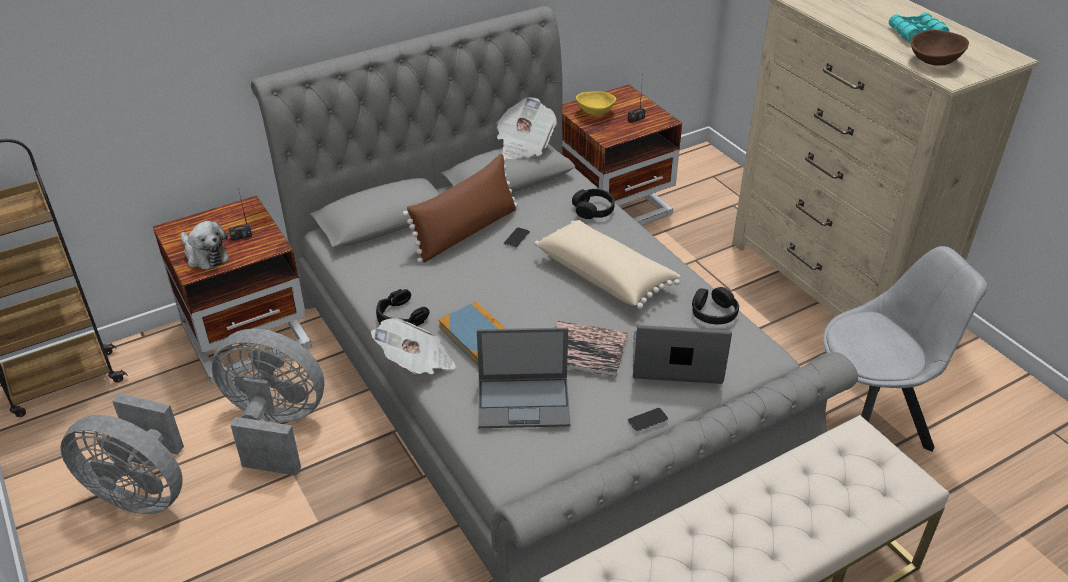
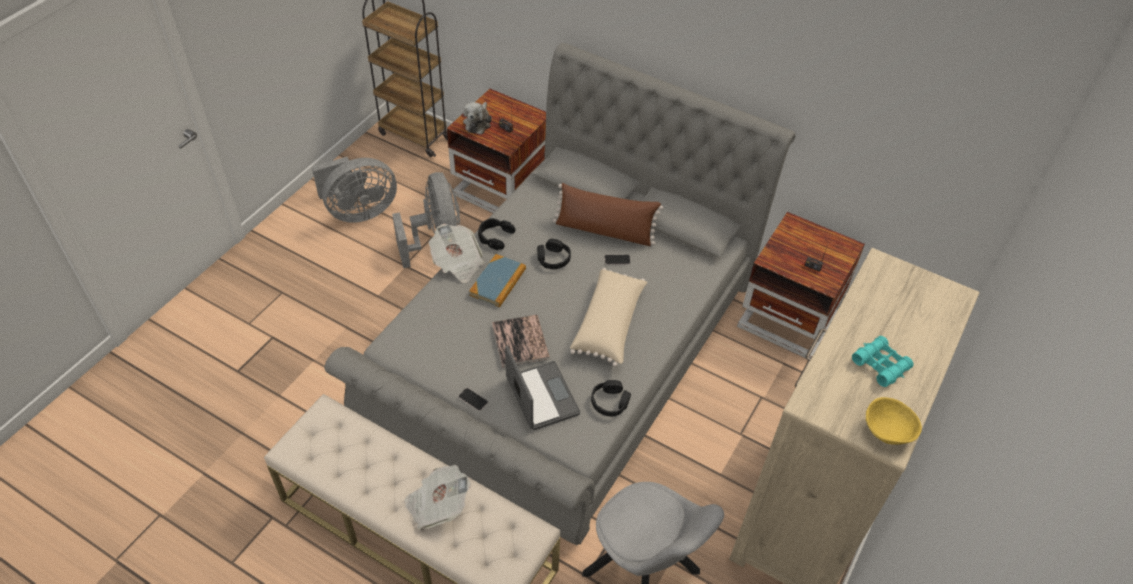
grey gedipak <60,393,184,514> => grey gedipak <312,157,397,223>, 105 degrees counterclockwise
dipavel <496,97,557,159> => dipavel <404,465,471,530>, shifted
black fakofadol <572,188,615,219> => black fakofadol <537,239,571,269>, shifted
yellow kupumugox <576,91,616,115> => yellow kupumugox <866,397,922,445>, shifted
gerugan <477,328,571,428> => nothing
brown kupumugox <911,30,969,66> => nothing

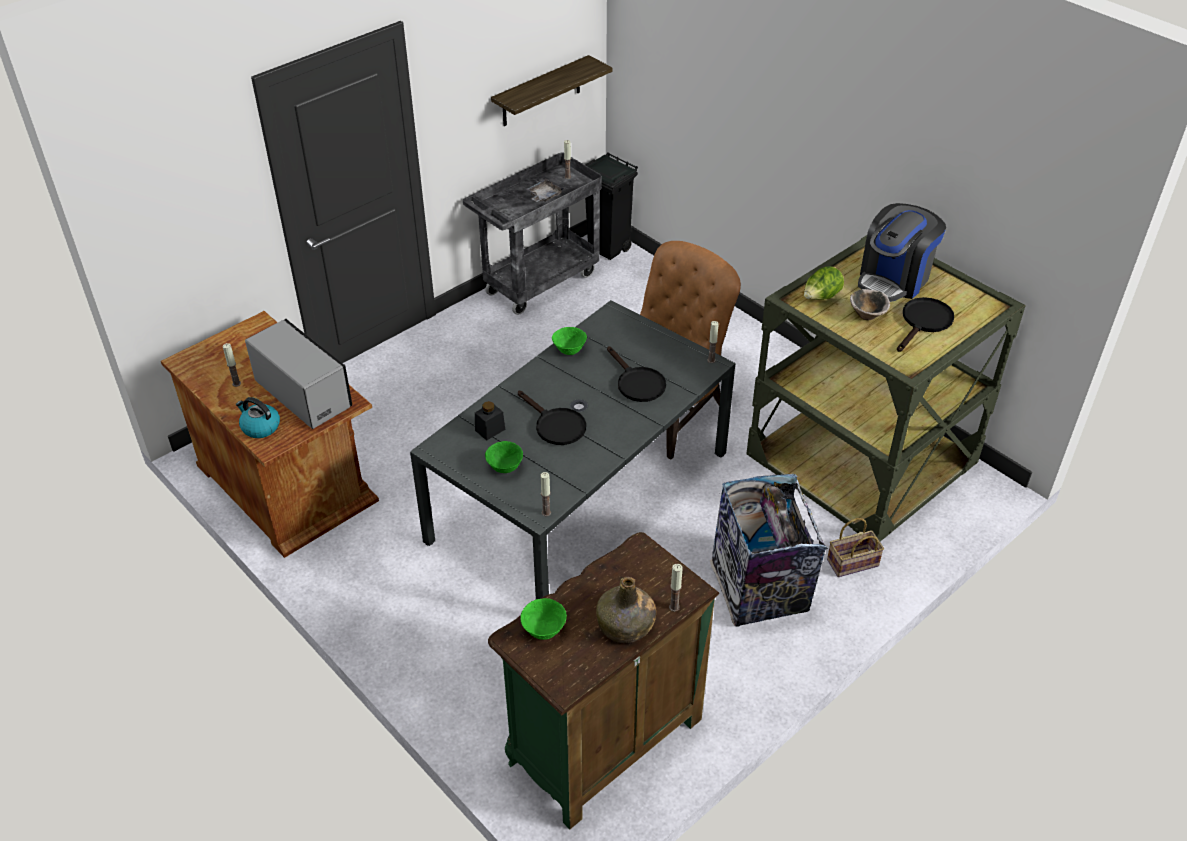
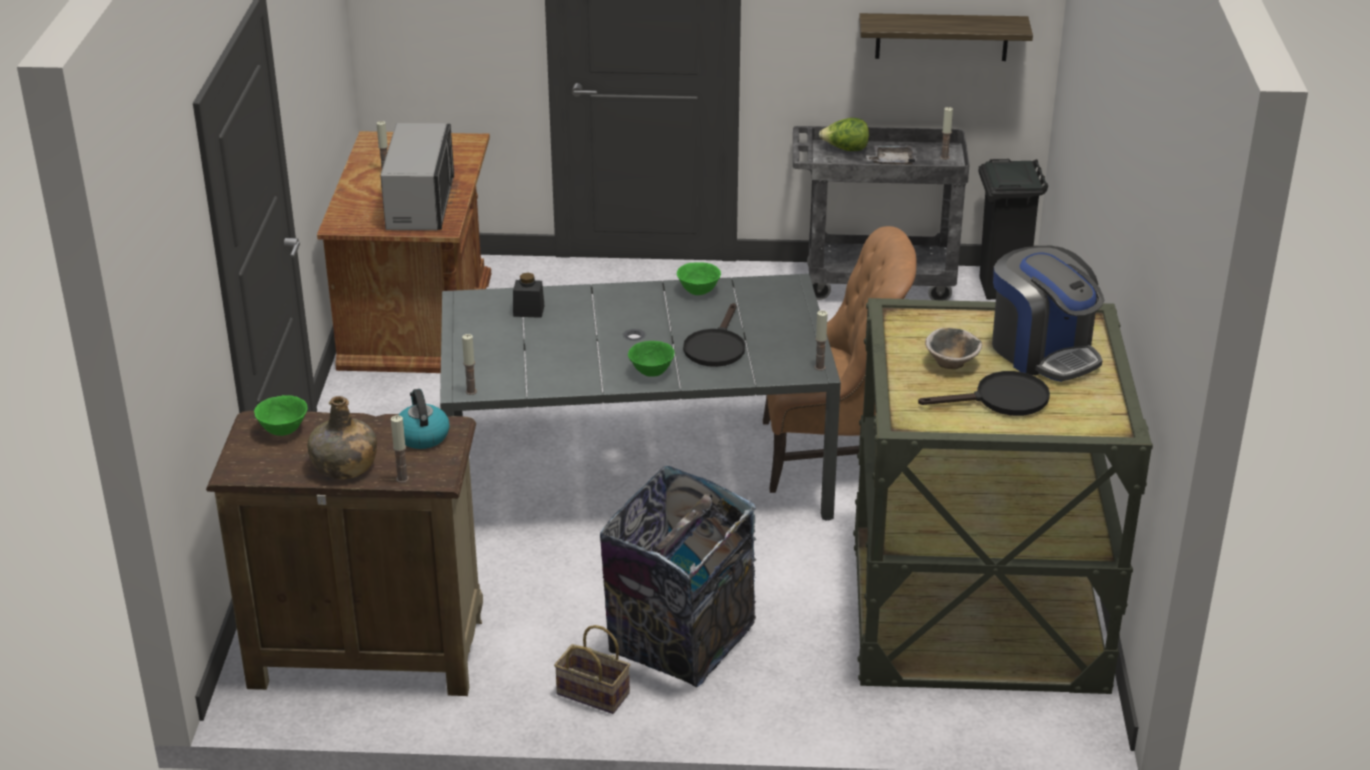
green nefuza <488,532,719,829> => beige nefuza <206,411,483,696>
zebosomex <236,397,280,438> => zebosomex <399,389,450,449>, shifted
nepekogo <827,518,884,577> => nepekogo <554,625,630,714>, shifted
green kupumugox <485,441,523,473> => green kupumugox <628,341,675,377>, shifted
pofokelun <804,266,844,300> => pofokelun <819,118,869,151>, shifted
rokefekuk <858,203,946,302> => rokefekuk <992,246,1104,382>, 120 degrees counterclockwise
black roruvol <518,391,586,445> => nothing

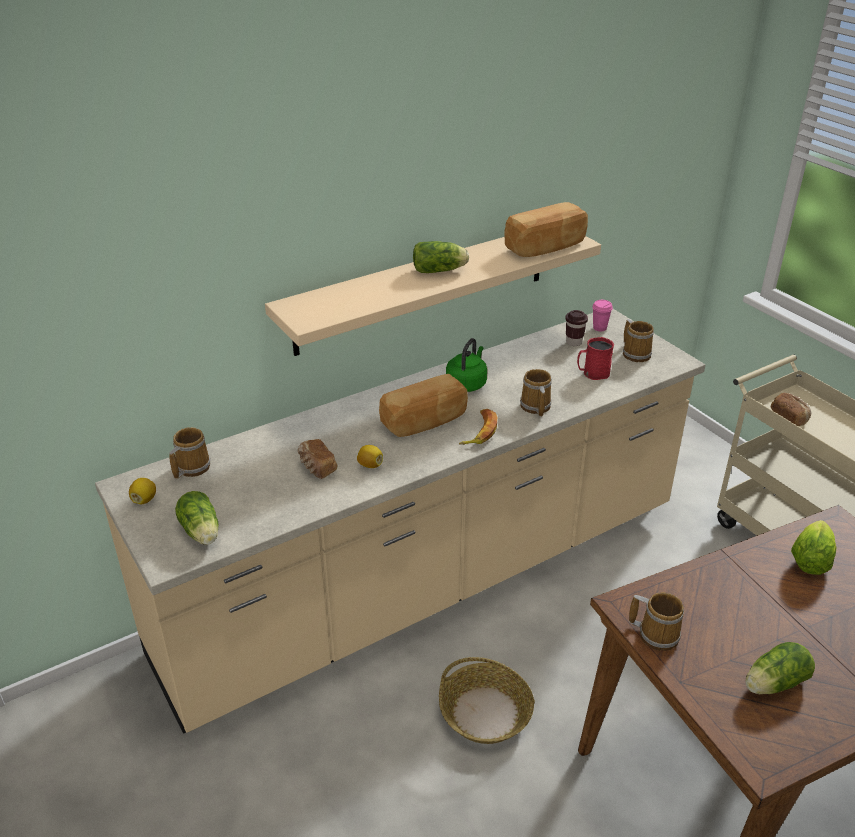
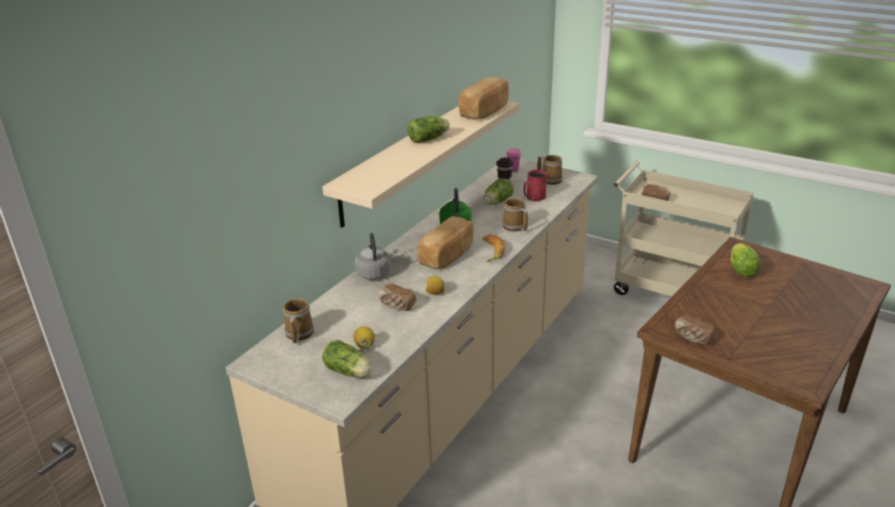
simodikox <129,478,156,504> => simodikox <354,326,375,348>, shifted
nothing => grey zebosomex <355,233,391,280>
pofokelun <745,642,815,695> => pofokelun <483,178,514,205>, shifted
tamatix <629,592,684,651> => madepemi <675,315,715,345>
nepekogo <439,657,535,744> => nothing

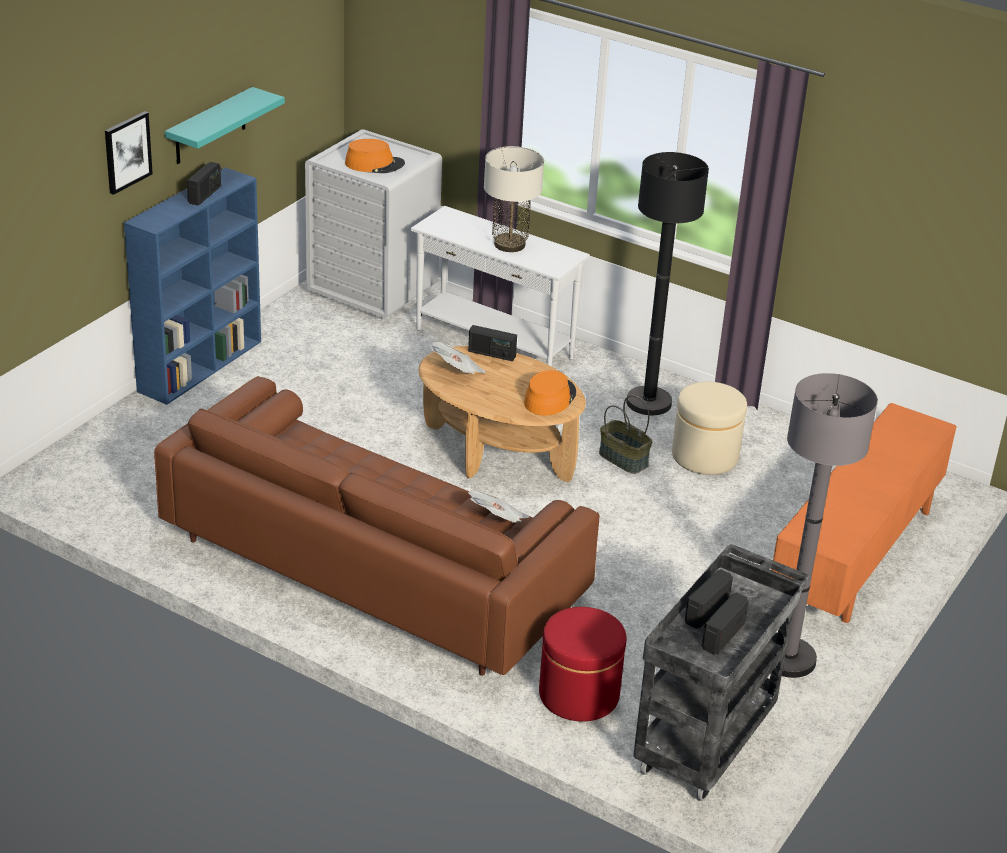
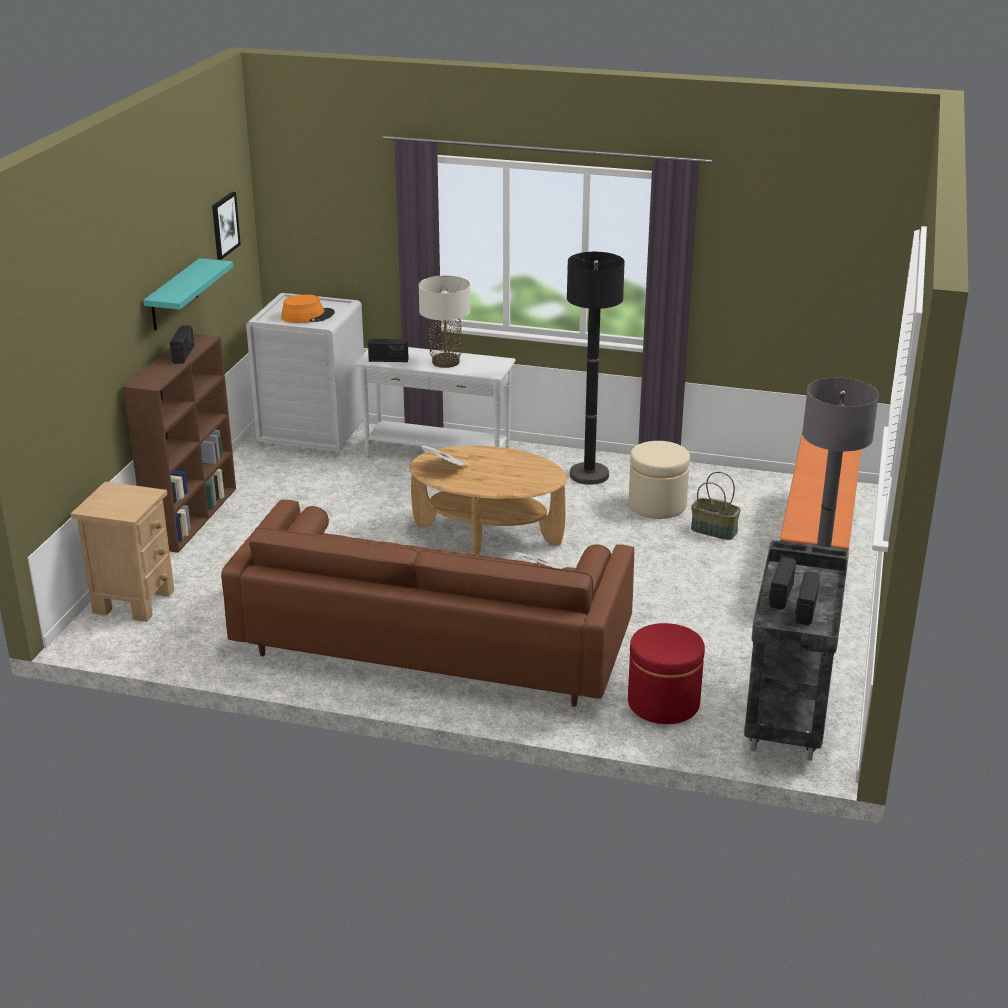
nothing => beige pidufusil <71,482,174,622>
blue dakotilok <124,167,261,405> => brown dakotilok <123,333,236,553>
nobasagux <105,111,153,195> => nobasagux <212,192,241,260>, shifted
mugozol <468,325,517,361> => mugozol <368,339,409,362>, shifted
nepekogo <599,395,652,474> => nepekogo <691,472,741,540>, shifted
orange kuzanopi <524,370,576,416> => nothing

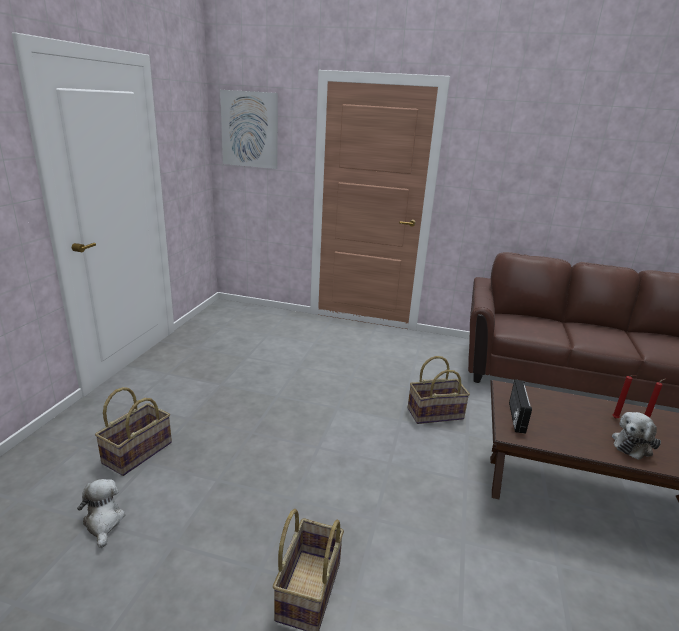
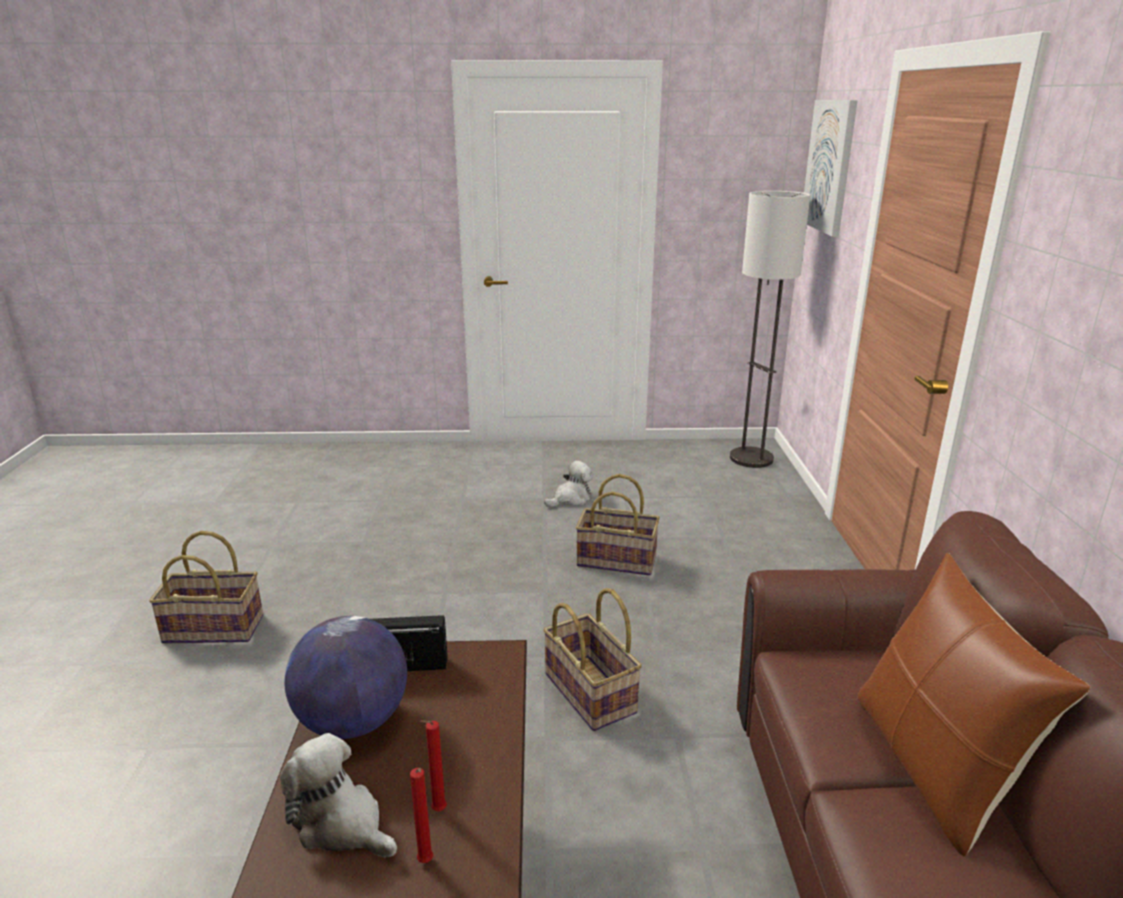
nothing => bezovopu <284,616,407,739>
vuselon <77,479,125,548> => vuselon <544,461,592,507>, shifted
nepekogo <95,387,172,476> => nepekogo <576,474,660,576>, shifted
nothing => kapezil <730,191,810,468>
nothing => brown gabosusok <858,553,1090,857>

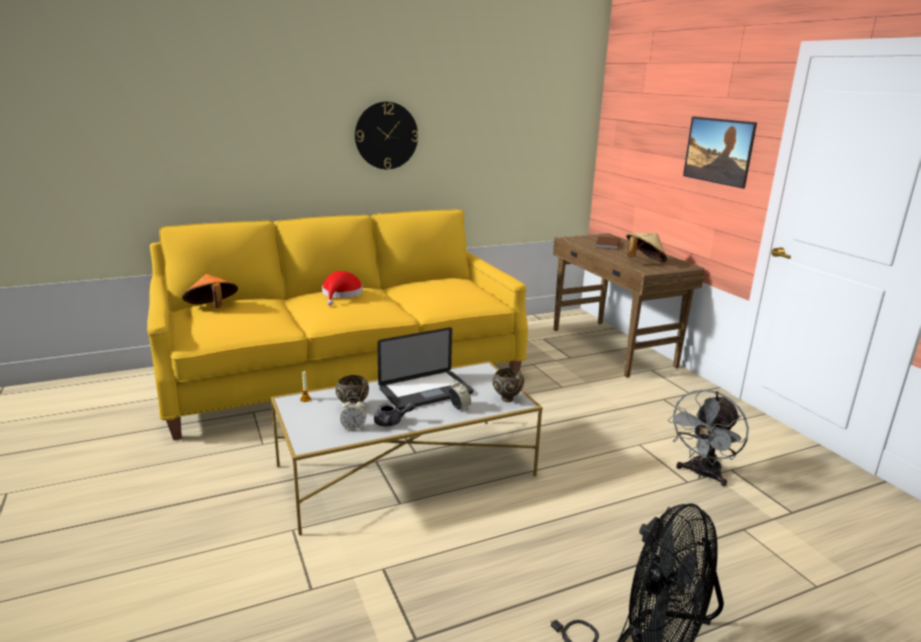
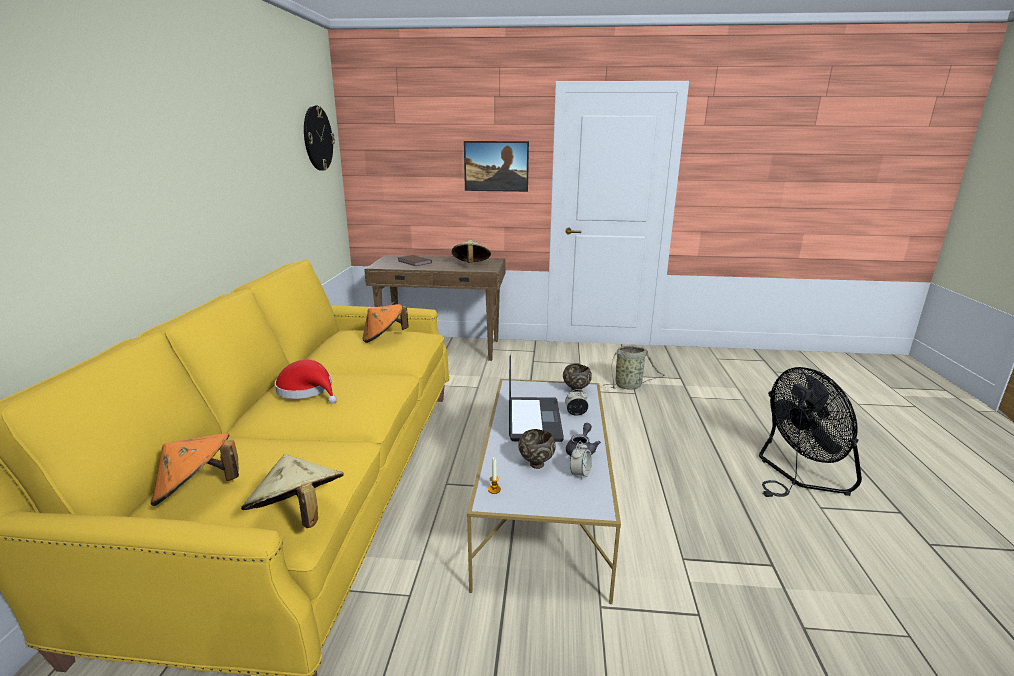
nothing => beige kuzanopi <241,454,344,528>
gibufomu <355,102,418,169> => gibufomu <304,105,335,171>, shifted
nothing => orange kuzanopi <362,304,409,343>
grey gedipak <668,389,749,487> => nepekogo <603,346,665,390>

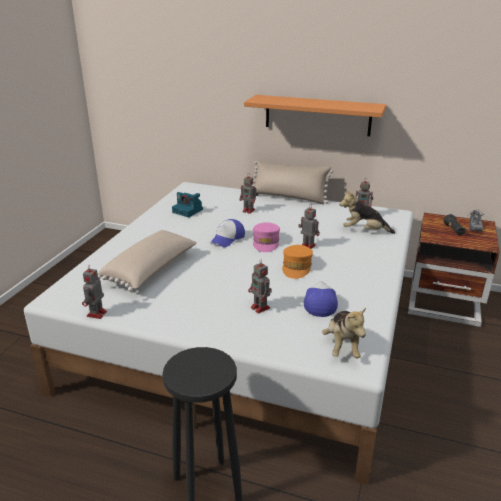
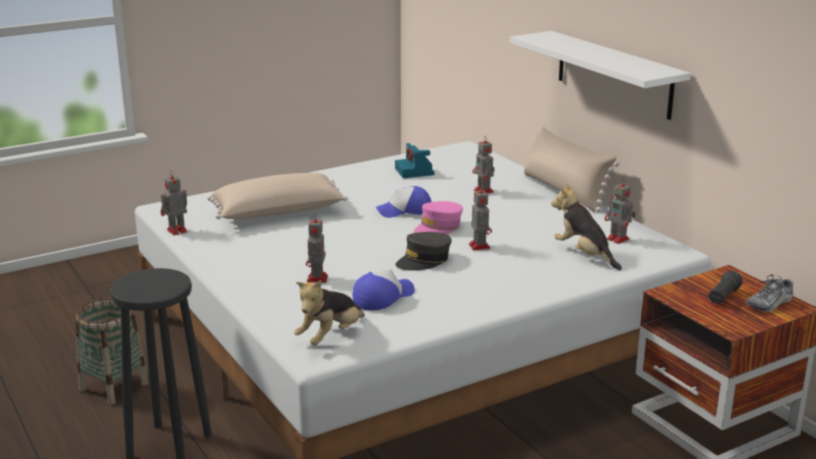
nothing => nepekogo <75,298,148,405>
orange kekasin <282,245,313,279> => grey kekasin <395,232,452,270>
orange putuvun <244,95,386,136> => white putuvun <510,31,691,120>

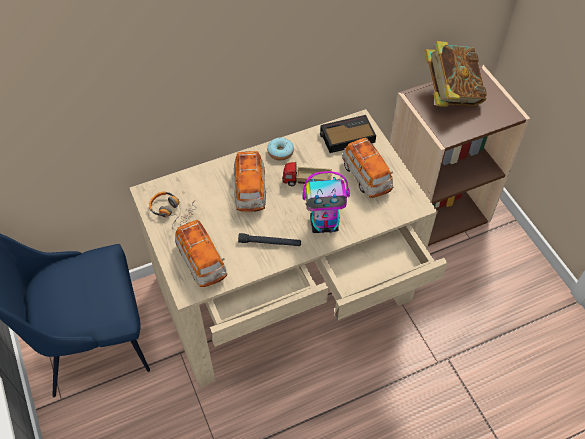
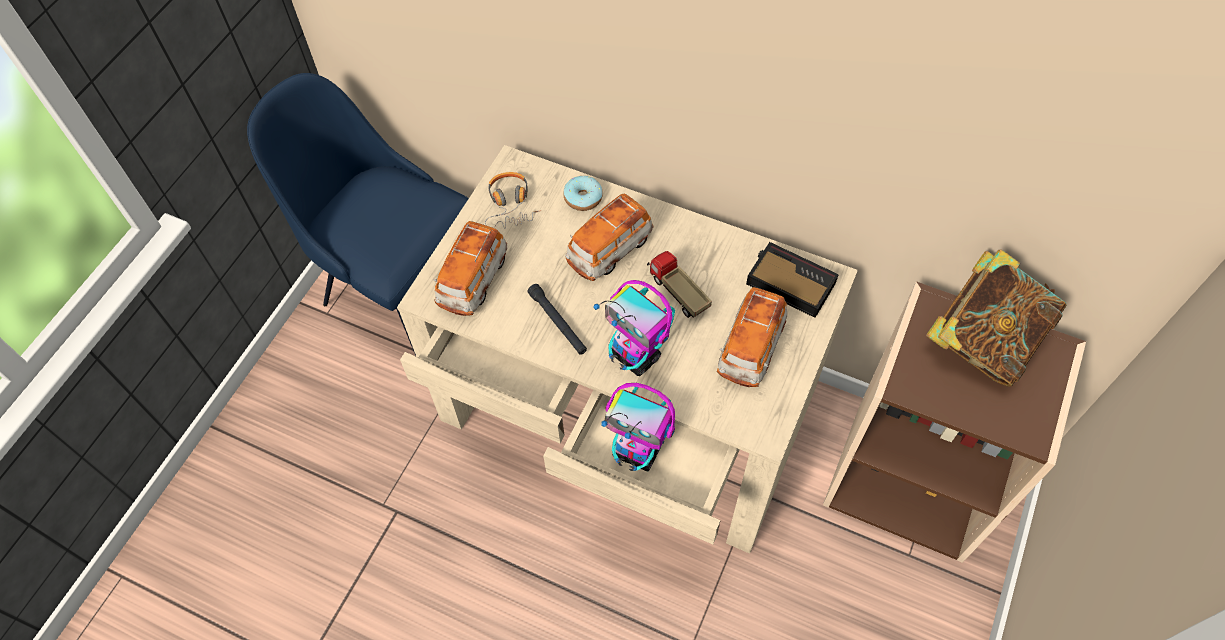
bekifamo <267,137,294,161> => bekifamo <563,176,603,211>, shifted
nothing => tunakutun <601,383,675,471>

